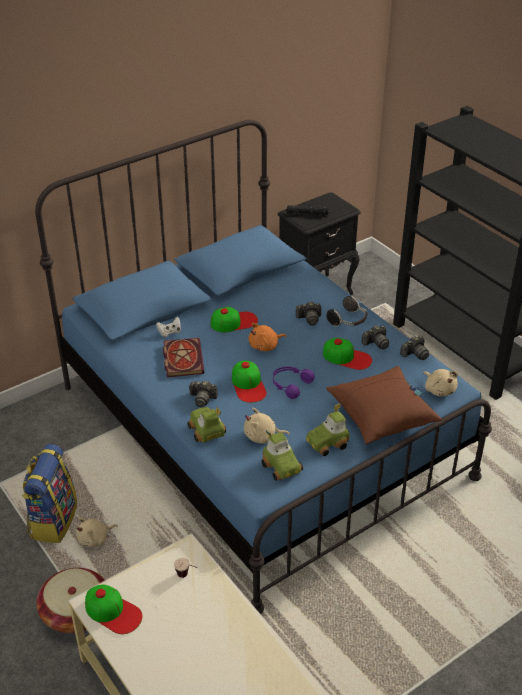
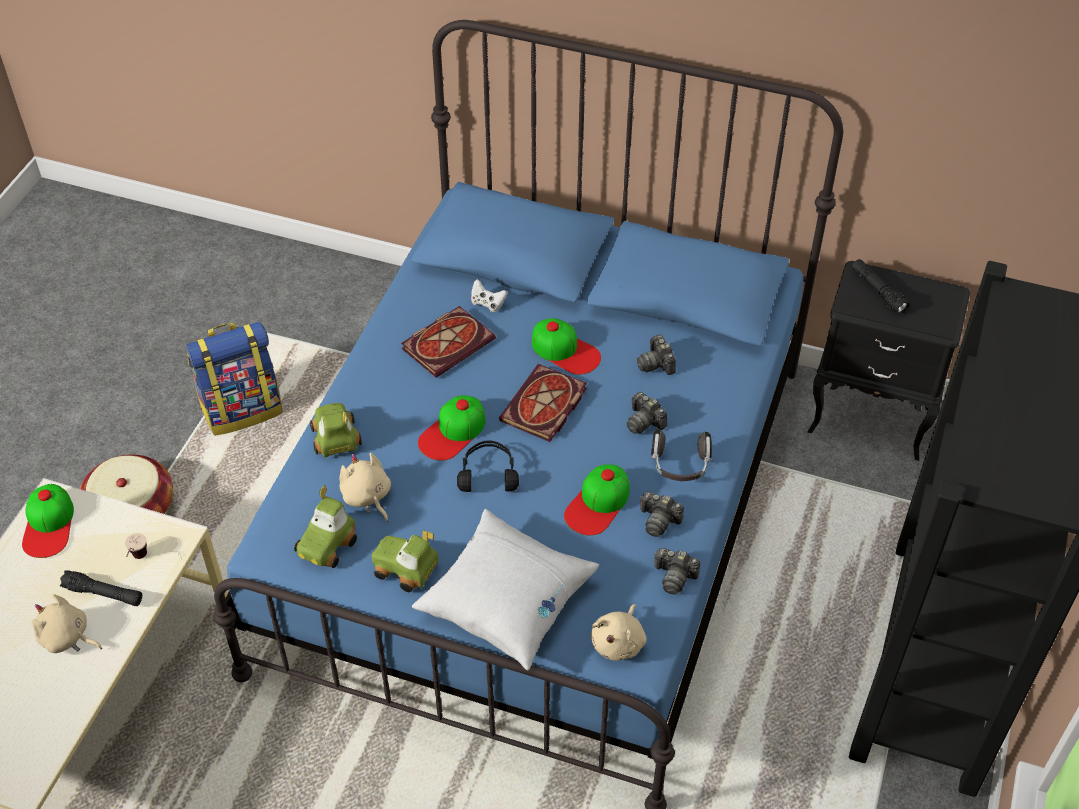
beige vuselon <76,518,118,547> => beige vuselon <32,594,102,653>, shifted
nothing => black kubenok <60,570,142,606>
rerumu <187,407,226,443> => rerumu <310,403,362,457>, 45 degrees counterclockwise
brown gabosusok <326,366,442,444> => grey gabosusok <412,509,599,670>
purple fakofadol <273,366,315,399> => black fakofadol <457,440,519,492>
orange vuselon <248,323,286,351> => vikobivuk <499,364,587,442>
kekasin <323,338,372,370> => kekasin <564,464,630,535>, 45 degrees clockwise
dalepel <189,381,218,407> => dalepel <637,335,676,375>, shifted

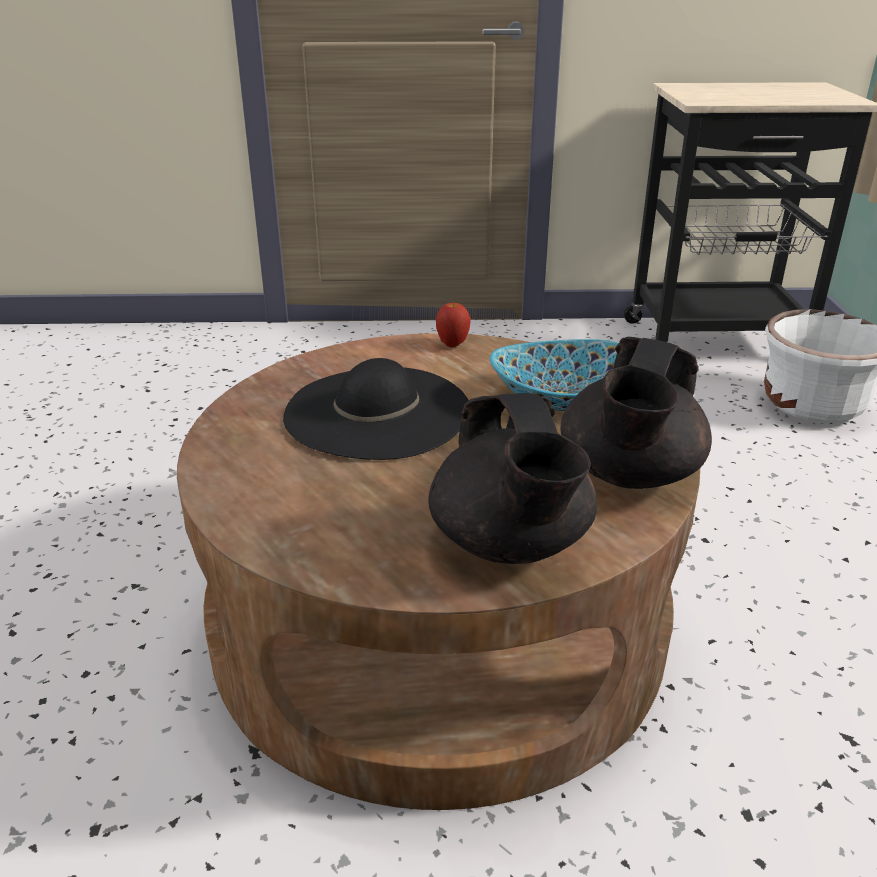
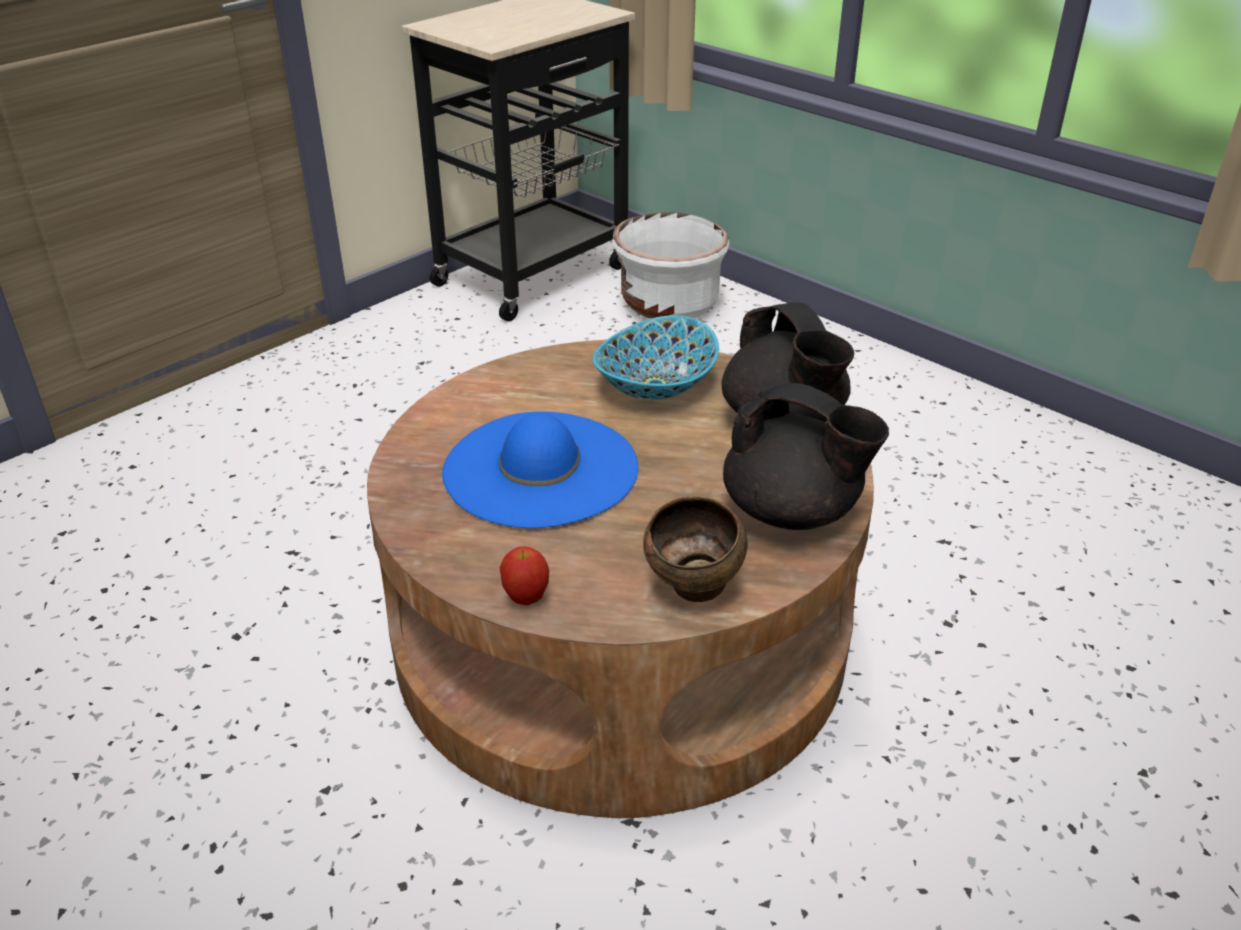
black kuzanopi <283,358,469,460> => blue kuzanopi <442,411,638,528>
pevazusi <436,303,471,347> => pevazusi <500,547,549,605>, shifted
nothing => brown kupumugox <643,496,748,602>

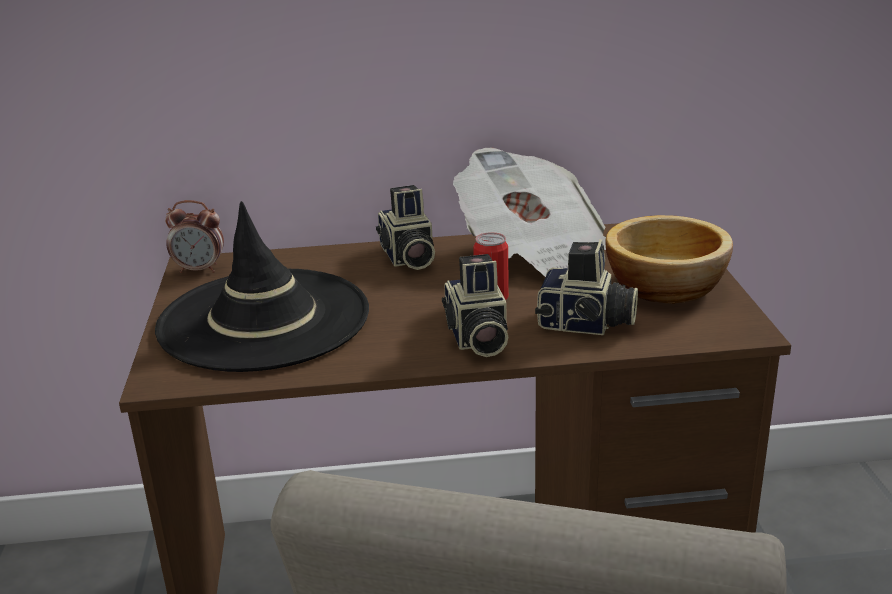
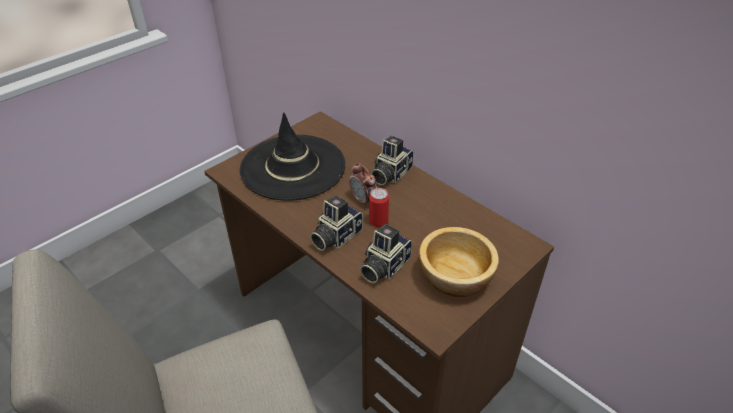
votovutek <165,200,224,273> => votovutek <349,163,377,207>, shifted
dalepel <535,239,638,335> => dalepel <360,224,412,283>, 60 degrees clockwise
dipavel <453,148,606,277> => nothing

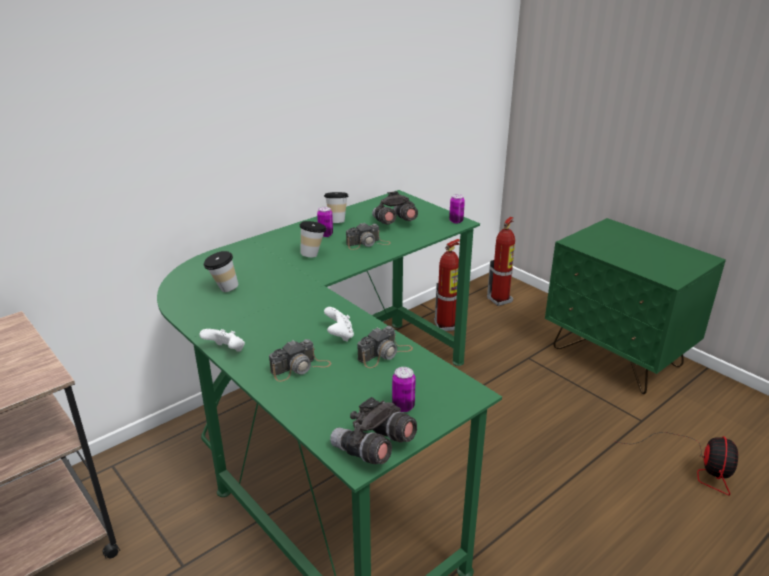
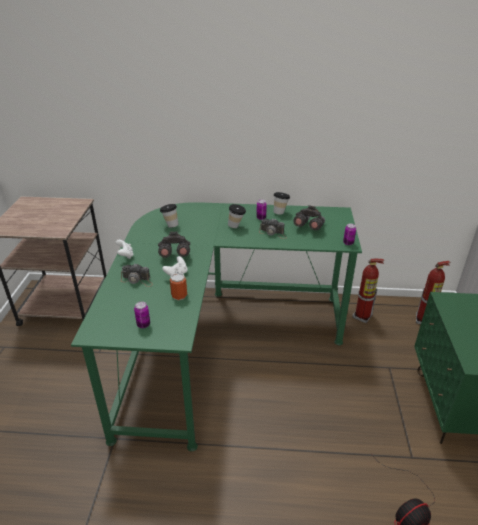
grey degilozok <330,397,417,464> => grey degilozok <158,232,190,258>, shifted
dalepel <357,326,413,368> => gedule <170,273,187,300>

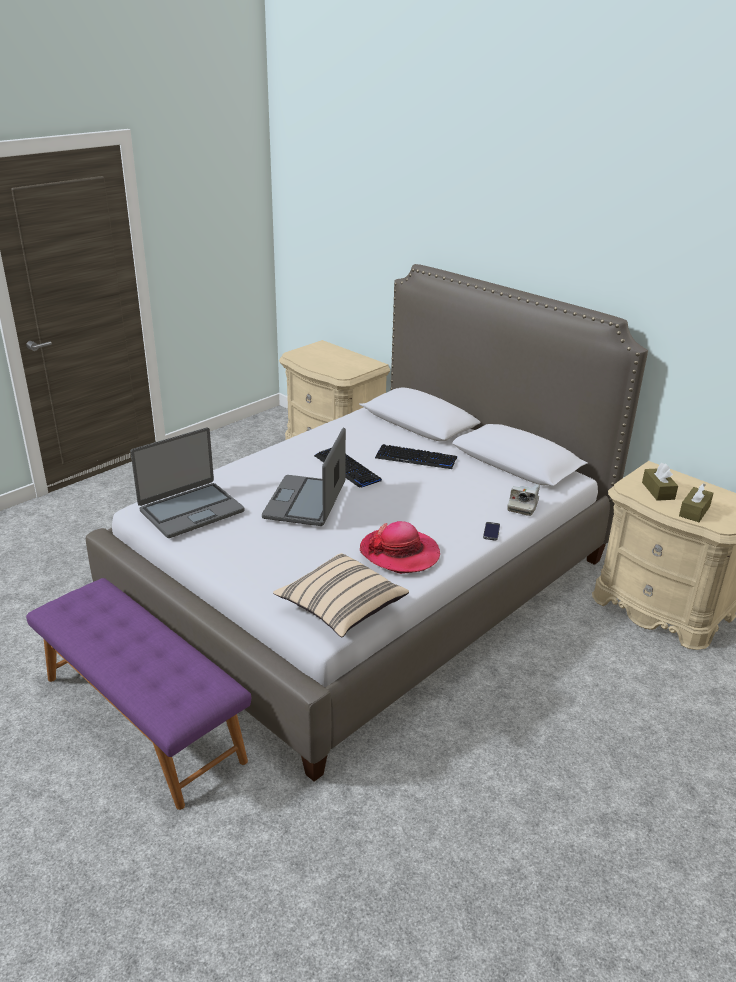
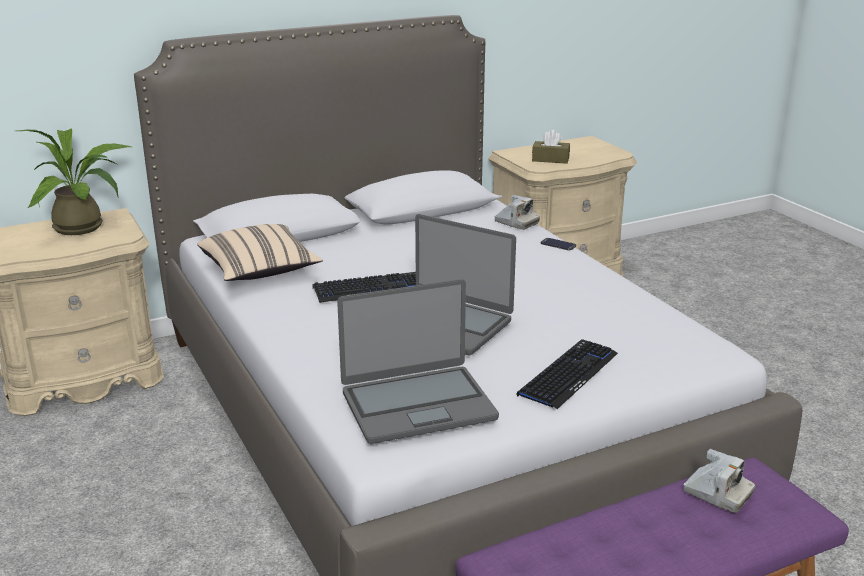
nothing => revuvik <17,128,131,235>
beige gabosusok <273,553,409,638> => beige gabosusok <197,224,323,281>, shifted
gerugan <130,428,245,538> => gerugan <337,279,499,444>, 90 degrees clockwise
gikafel <375,444,457,469> => gikafel <516,339,618,409>, shifted
nothing => dalepel <684,449,755,513>
kuzanopi <360,521,440,574> => nothing
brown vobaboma <679,483,714,522> => nothing

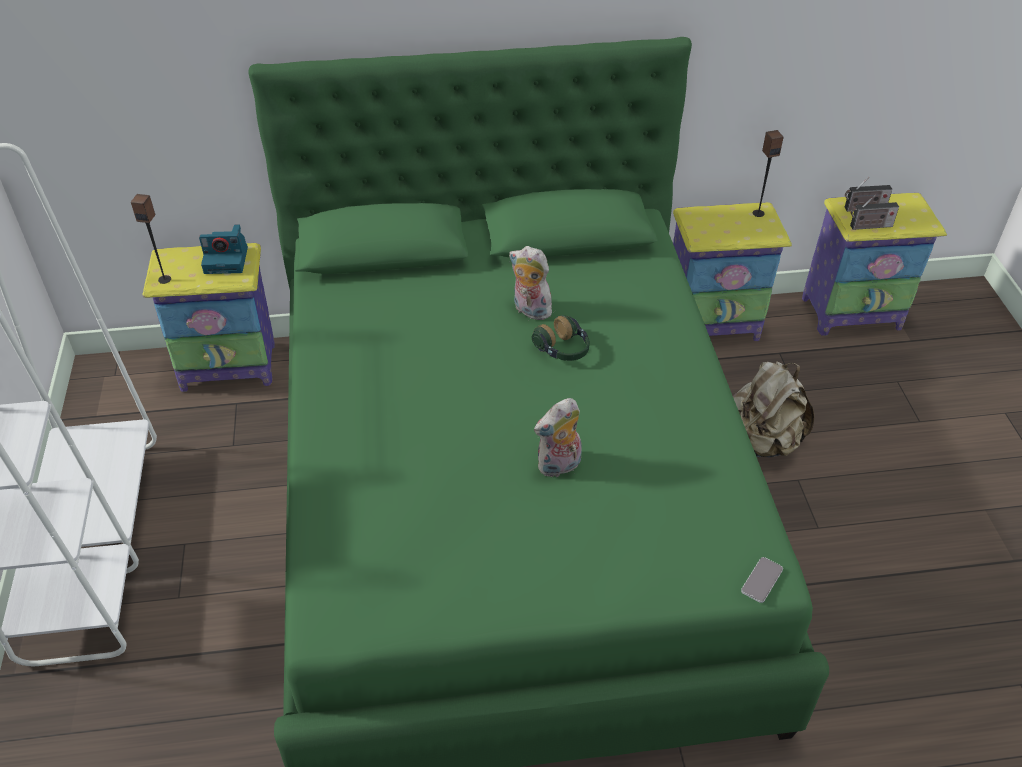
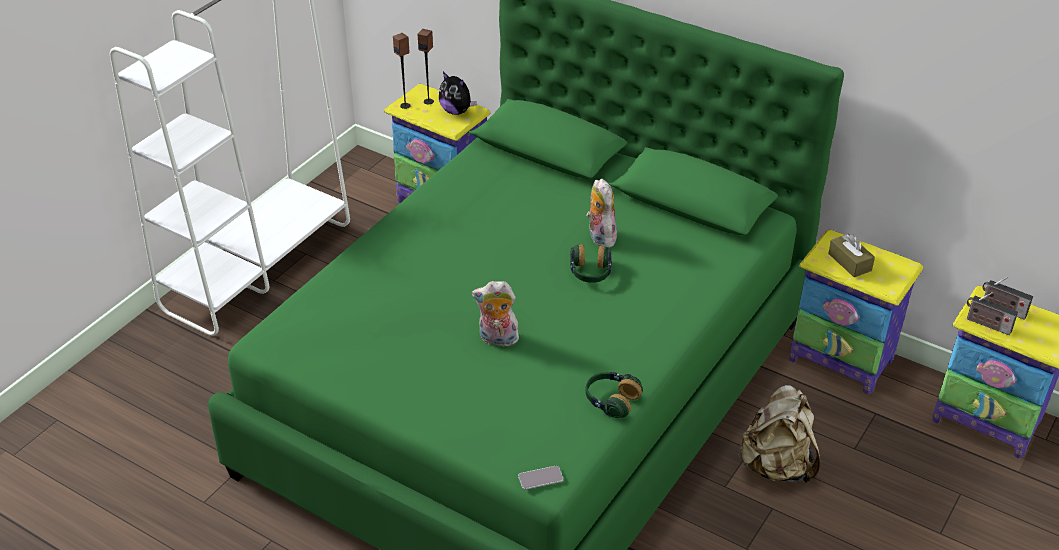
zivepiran <753,130,784,217> => zivepiran <418,29,434,104>, shifted
dalepel <199,224,248,274> => vuselon <439,72,477,115>
nothing => fakofadol <586,372,643,418>
nothing => brown vobaboma <828,234,875,277>

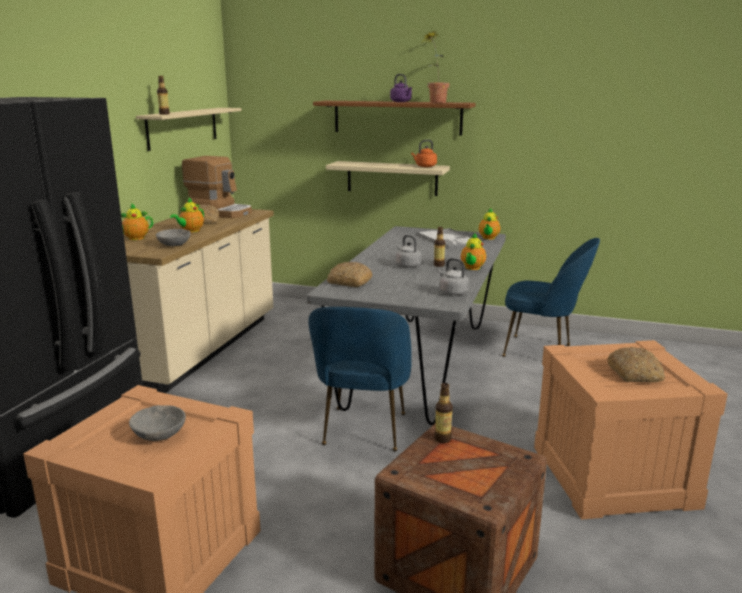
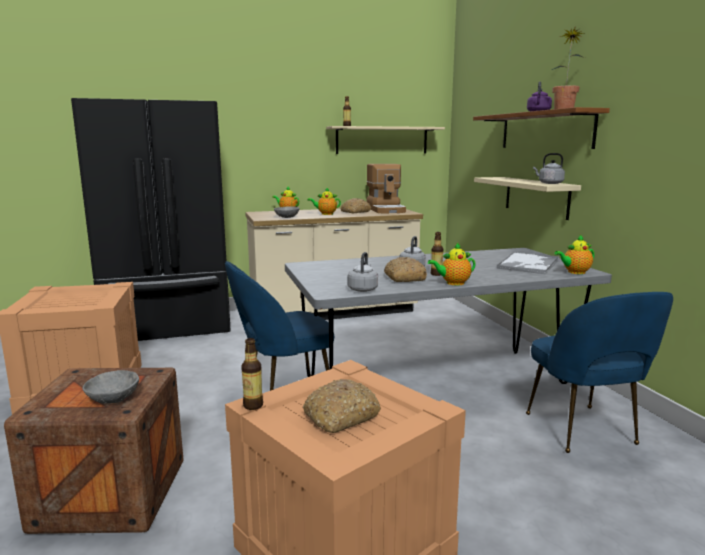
grey kupumugox <129,405,186,441> => grey kupumugox <82,370,139,404>, shifted
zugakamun <434,383,453,443> => zugakamun <241,338,263,410>, shifted
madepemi <327,262,372,287> => madepemi <384,257,427,282>, shifted
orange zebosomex <411,140,437,167> => grey zebosomex <533,153,565,184>

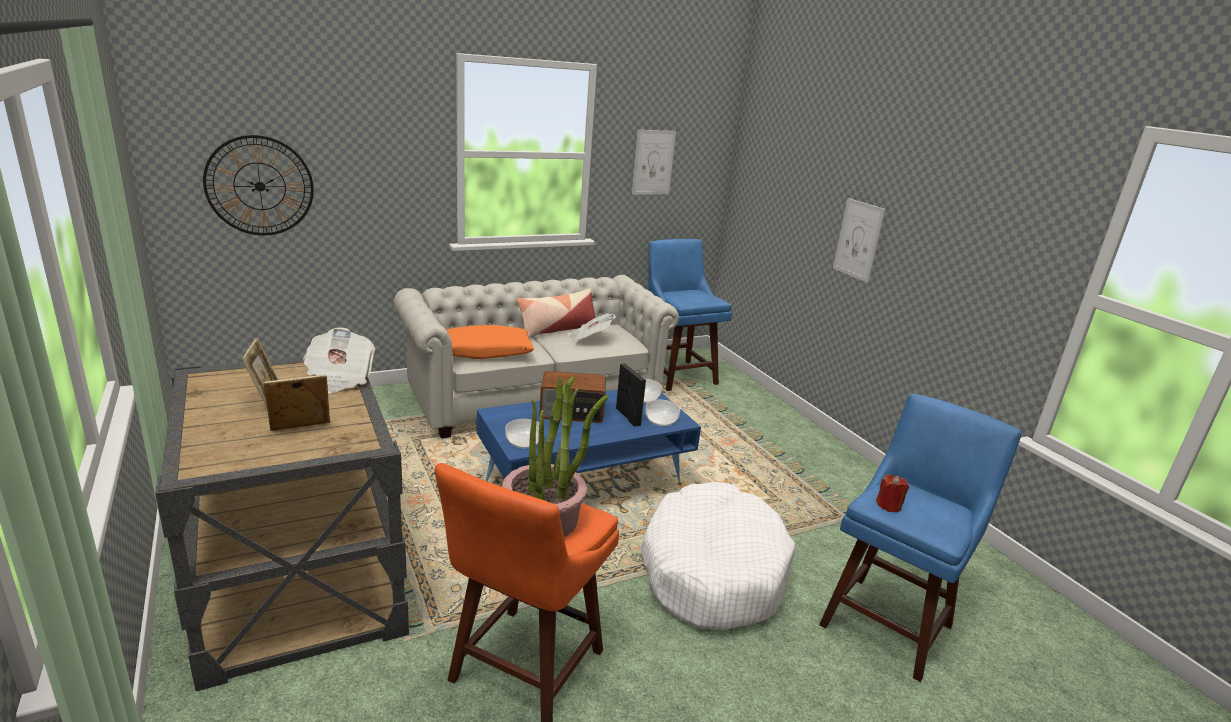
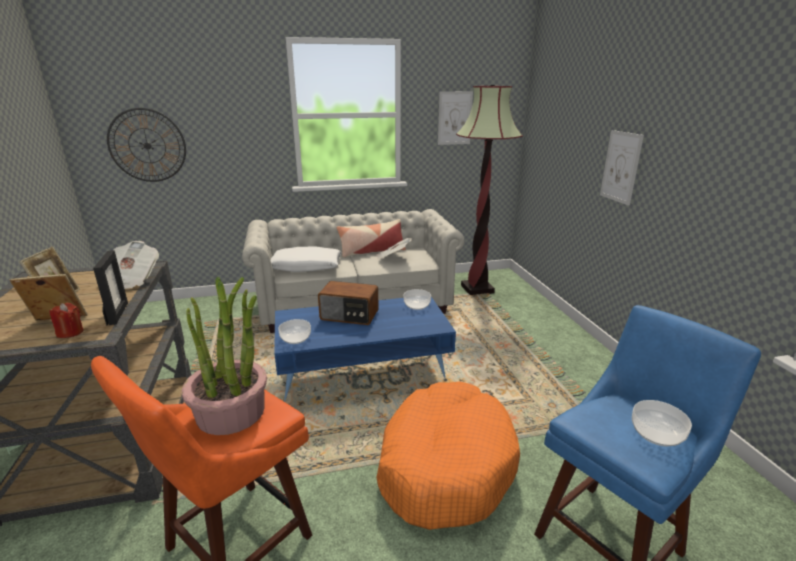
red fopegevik <876,474,909,512> => red fopegevik <49,303,83,338>, shifted
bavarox <616,363,646,427> => bavarox <93,250,128,326>, shifted
orange gabosusok <447,325,534,359> => white gabosusok <271,246,342,272>
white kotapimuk <641,482,796,631> => orange kotapimuk <377,381,520,530>
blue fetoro <648,239,732,391> => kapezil <456,85,523,295>
kupumugox <645,400,680,426> => kupumugox <632,400,692,446>, shifted

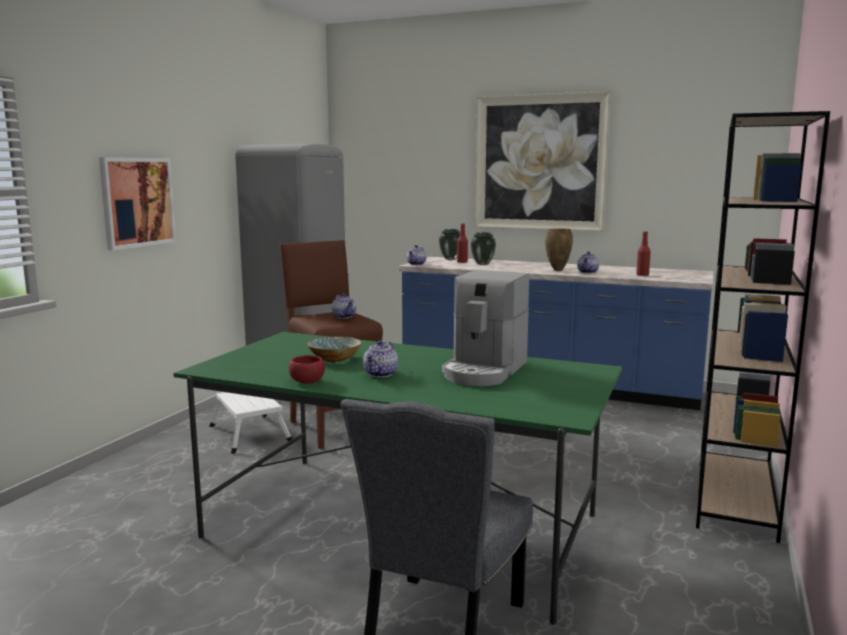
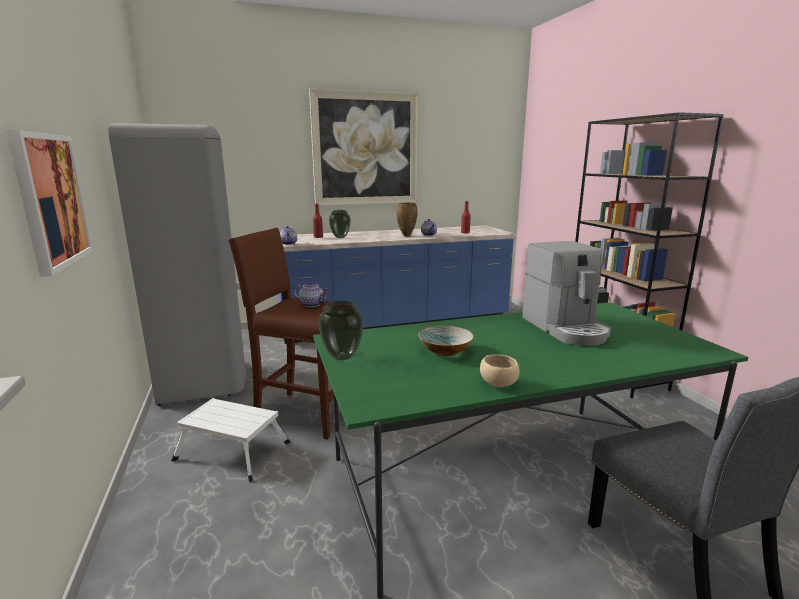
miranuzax <439,229,460,260> => miranuzax <318,301,364,360>, shifted
red kupumugox <289,355,325,384> => beige kupumugox <480,355,520,387>
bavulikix <363,341,398,378> => nothing

